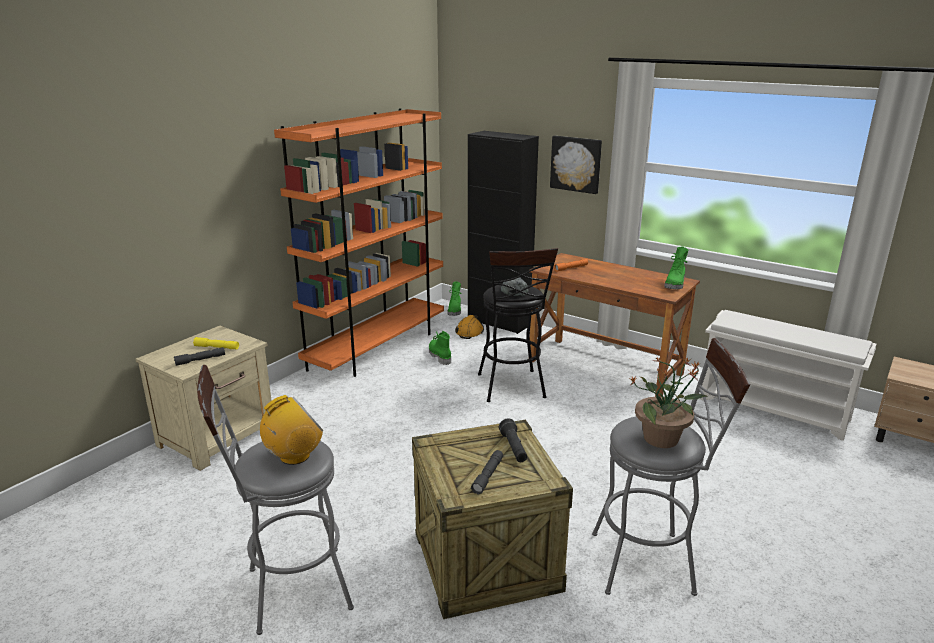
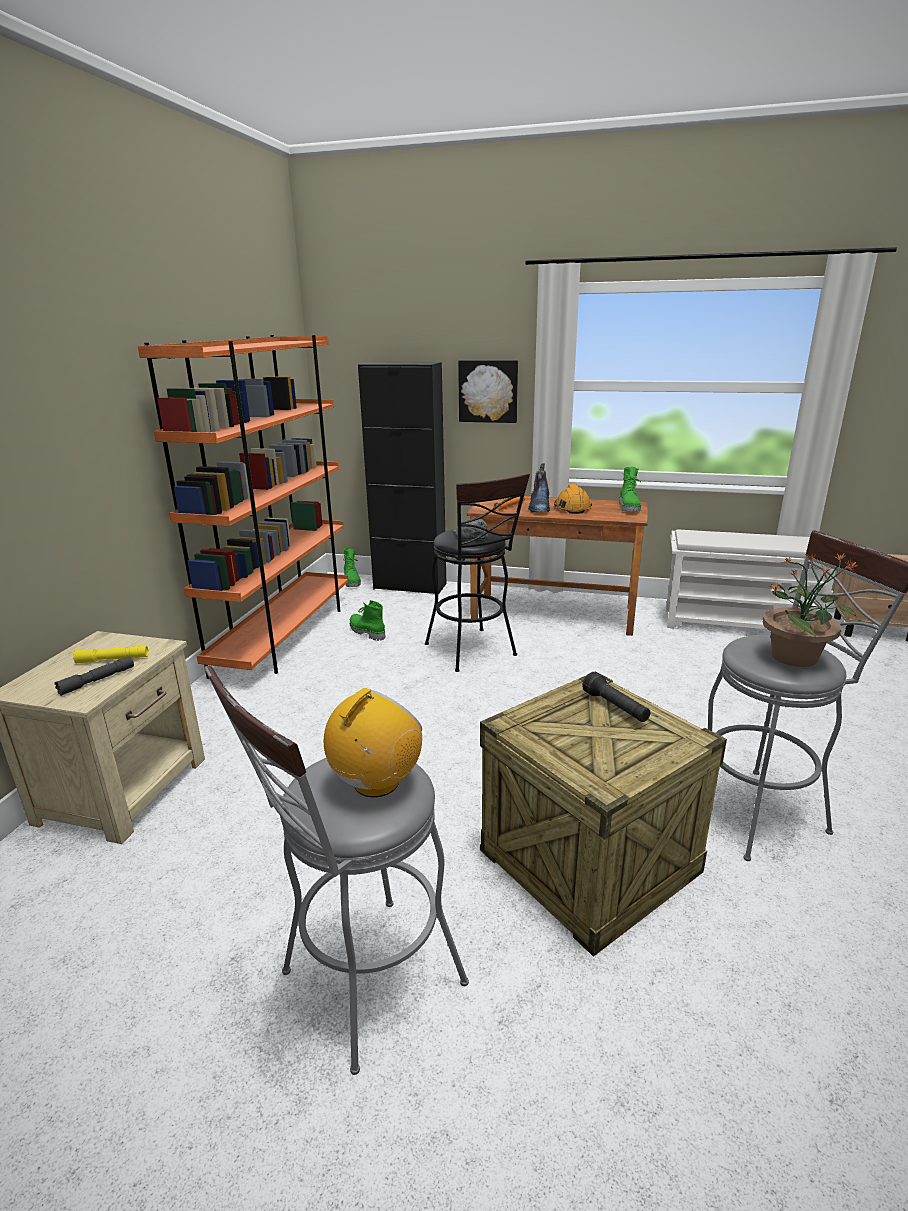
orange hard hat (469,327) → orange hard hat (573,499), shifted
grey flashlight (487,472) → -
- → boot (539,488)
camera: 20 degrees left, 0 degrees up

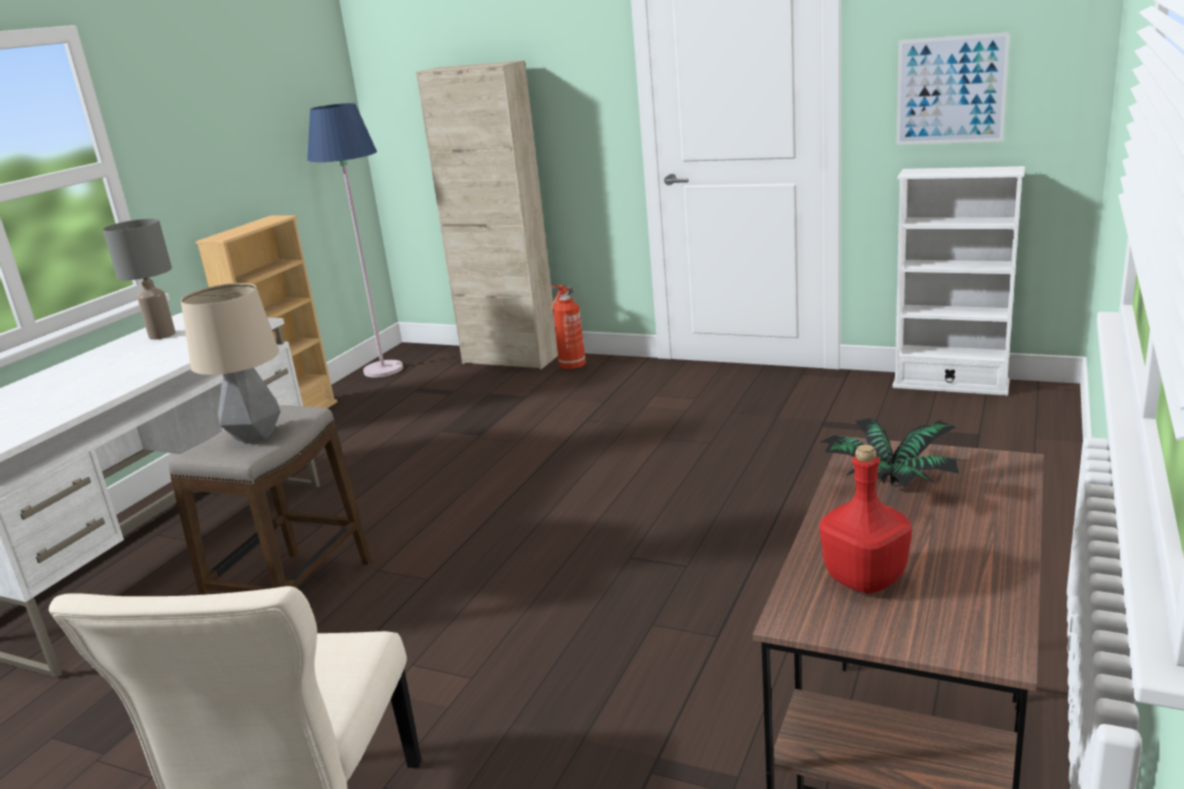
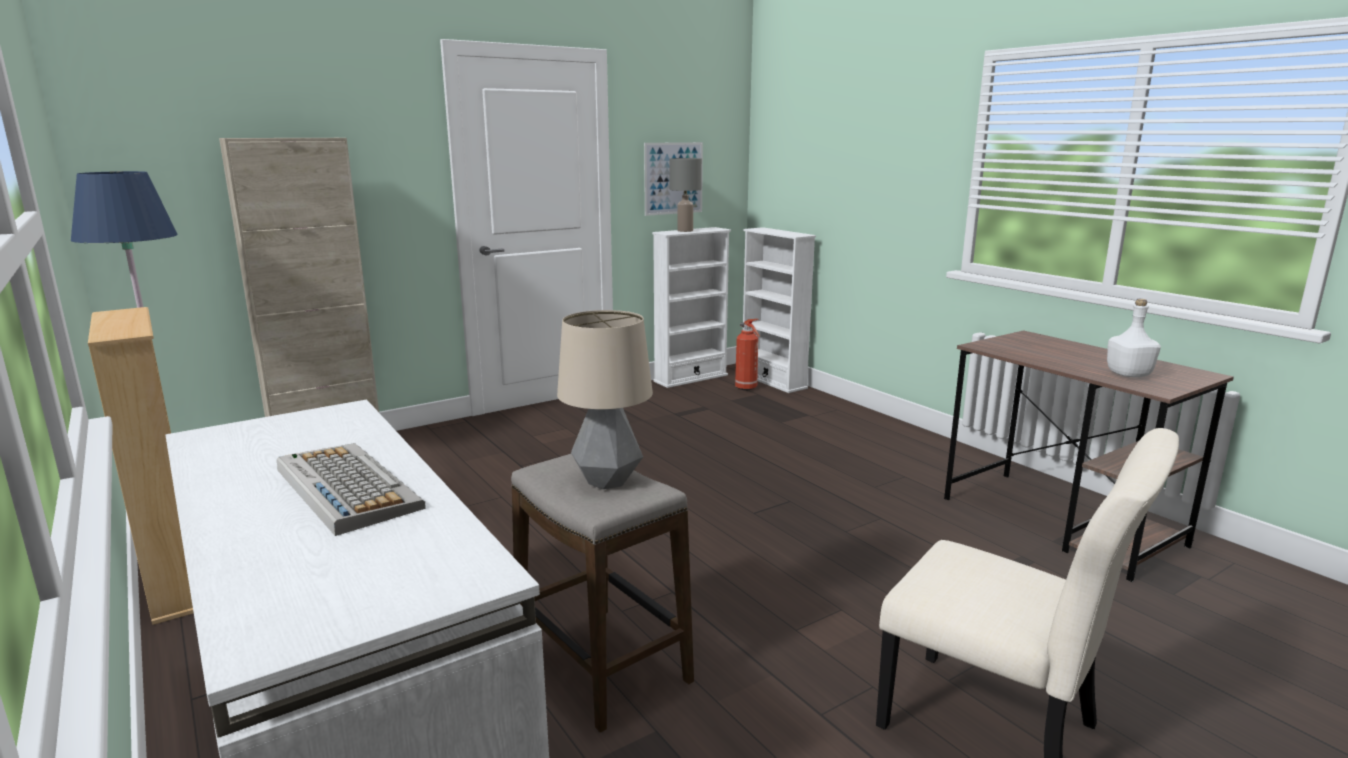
grey table lamp (139,279) → grey table lamp (686,195), shifted
fire extinguisher (568,327) → fire extinguisher (747,354), shifted
potted plant (893,452) → -
red bottle (866,519) → white bottle (1134,338)
- → keyboard (351,489)
- → white bookcase (779,310)
camera: 60 degrees left, 5 degrees down

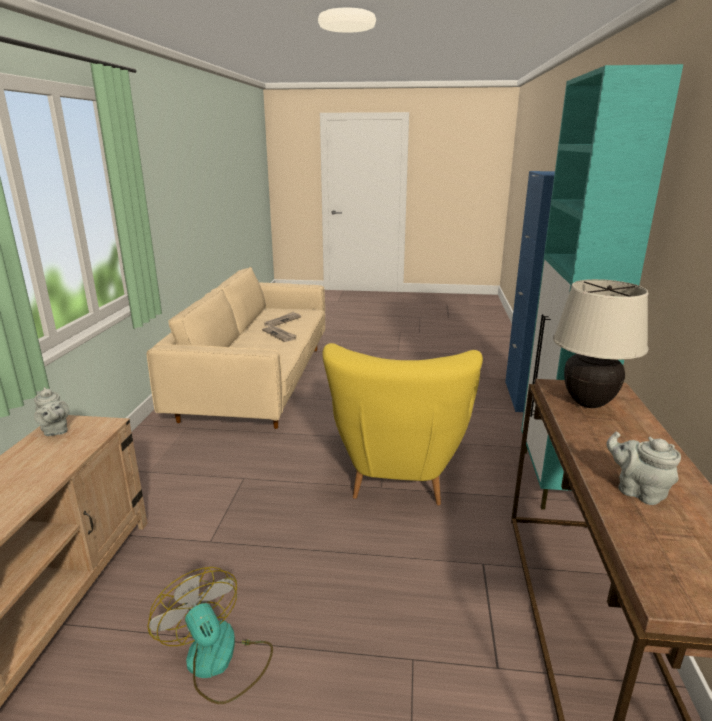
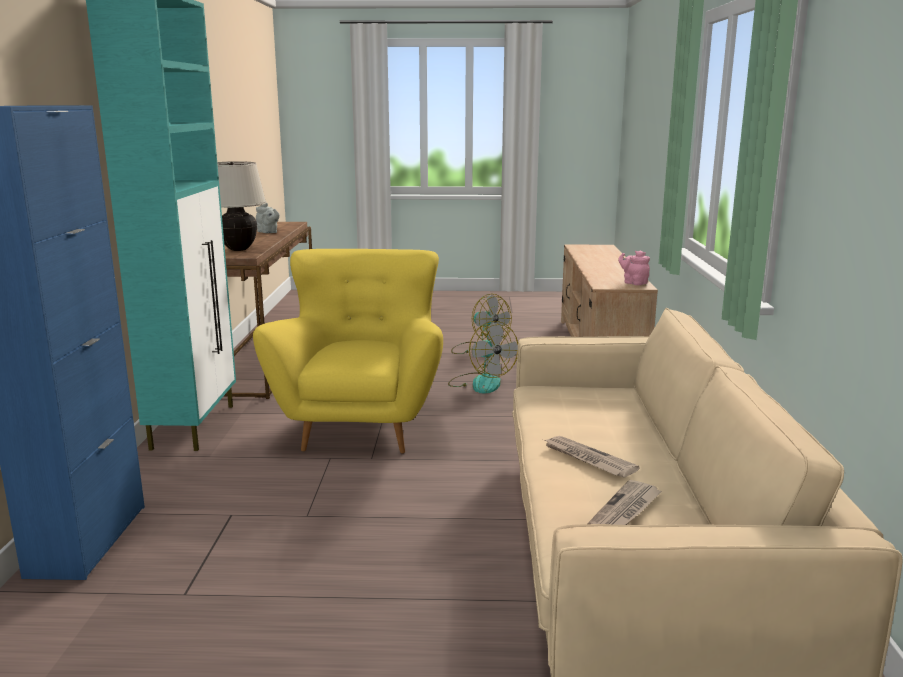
grey teapot (51,411) → pink teapot (634,268)
- → fan (483,357)
camera: 175 degrees right, 5 degrees down

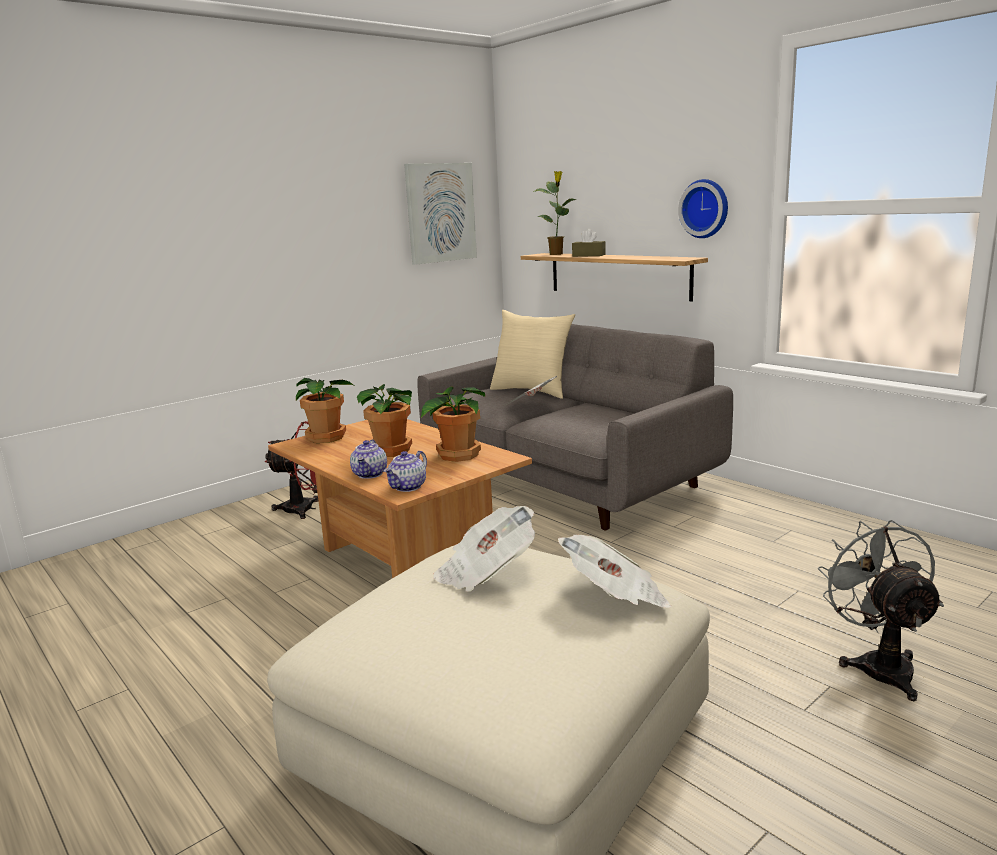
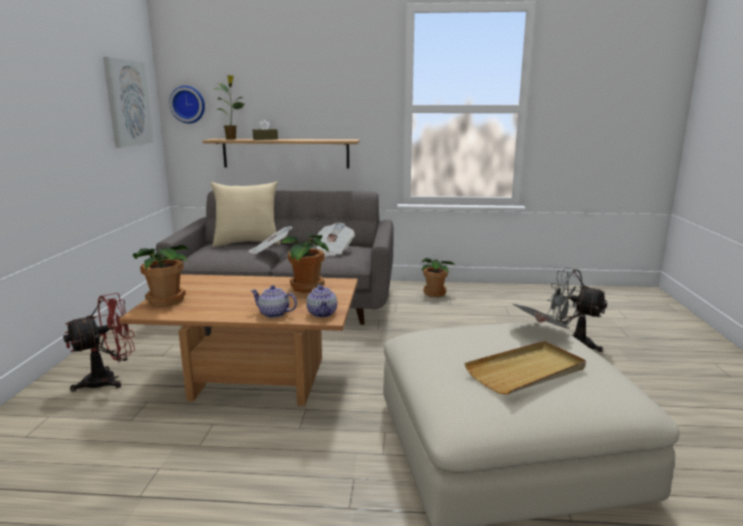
teapot (368,459) → teapot (274,301), 150 degrees clockwise
potted plant (384,420) → potted plant (438,277), shifted
newspaper (484,549) → newspaper (334,240), shifted
wall clock (703,208) → wall clock (187,104), shifted
- → beige tray (525,368)
camera: 45 degrees left, 0 degrees up

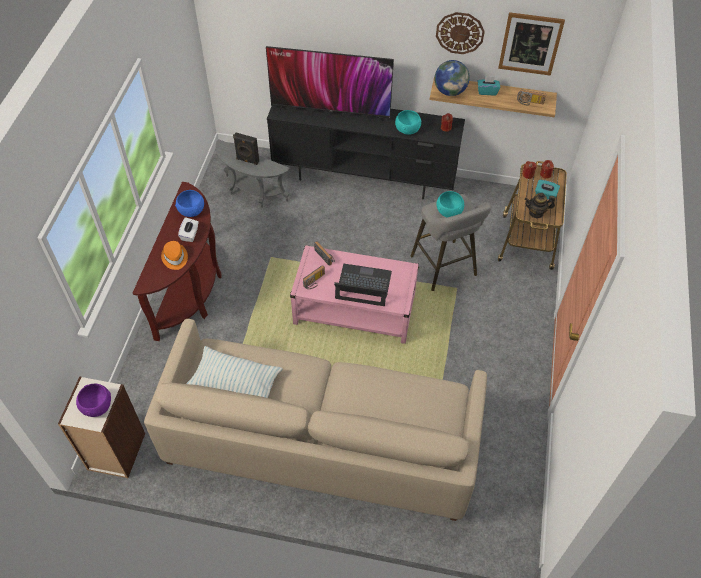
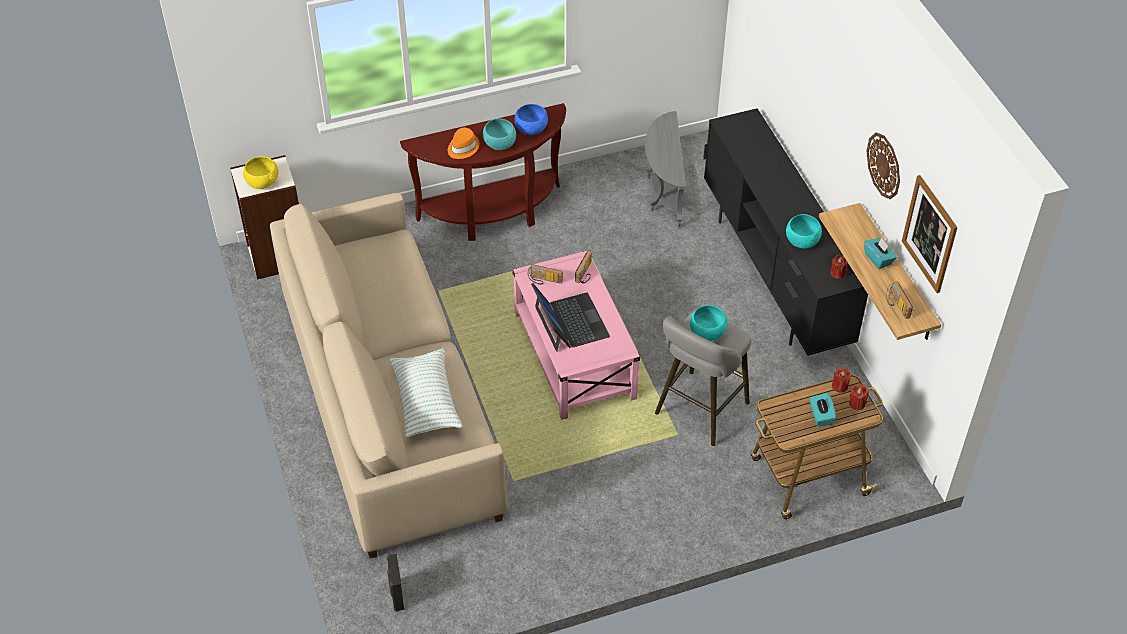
purple bowl (93,400) → yellow bowl (261,172)
white tissue box (188,229) → turquoise bowl (499,134)
pillow (235,372) → pillow (426,392), shifted
black speaker (246,149) → black speaker (395,583), shifted
television (330,87) → -
globe (452,78) → -
teapot (539,205) → -
camera: 60 degrees right, 5 degrees down

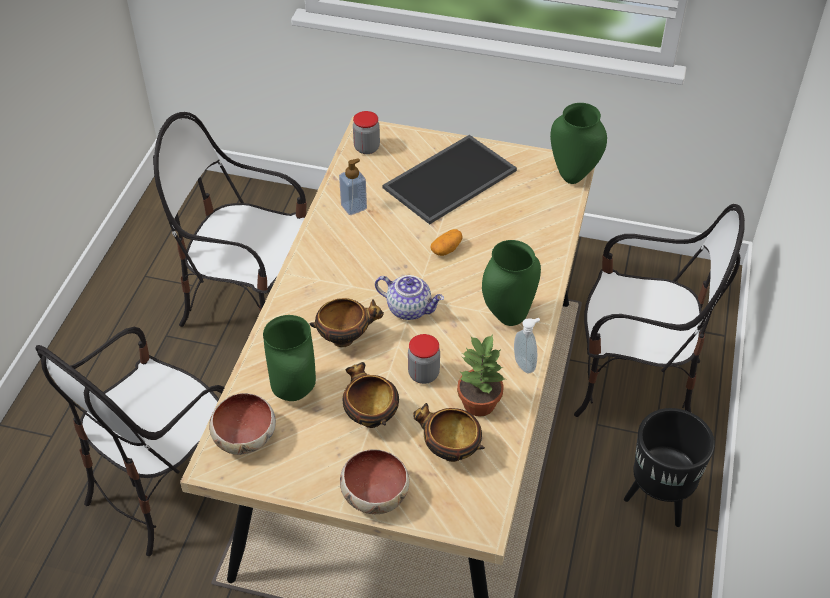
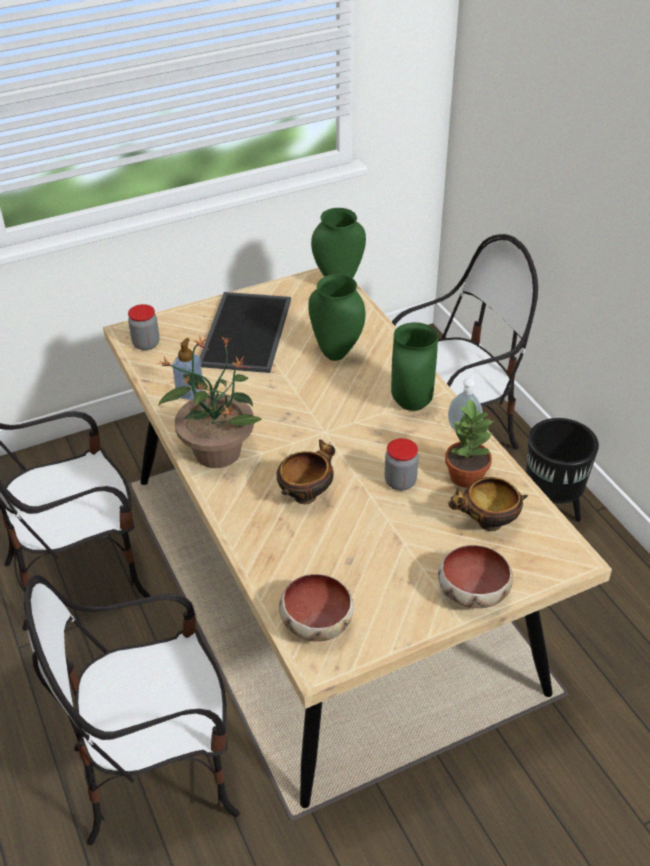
chair (130,441) → chair (132,710), 75 degrees clockwise
green vase (289,358) → green vase (336,317), shifted
bowl (371,395) → -
teapot (409,297) → -
potato (447,242) → -
- → potted plant (208,402)
camera: 40 degrees left, 5 degrees down

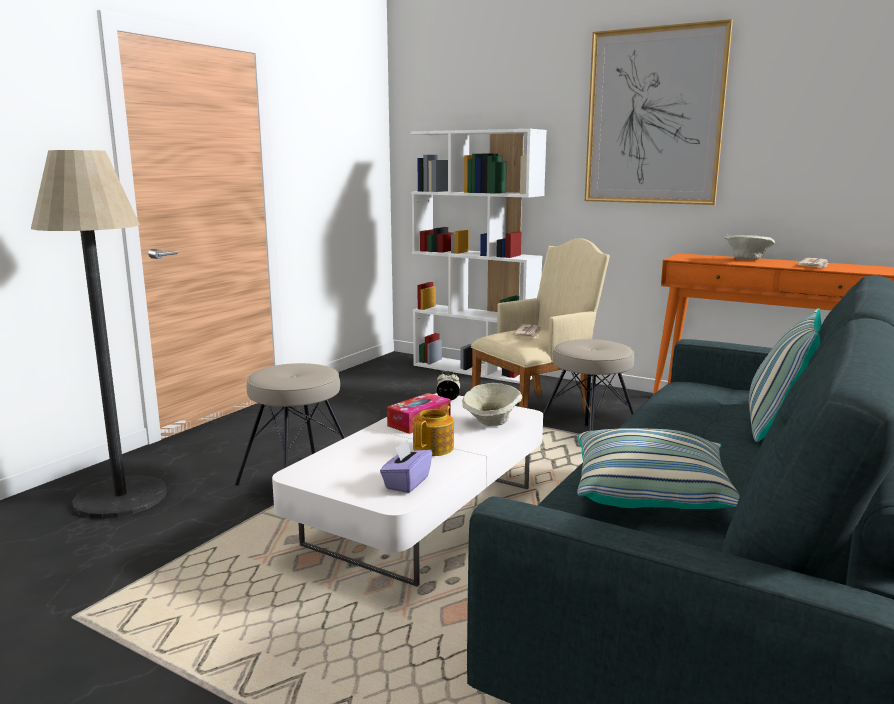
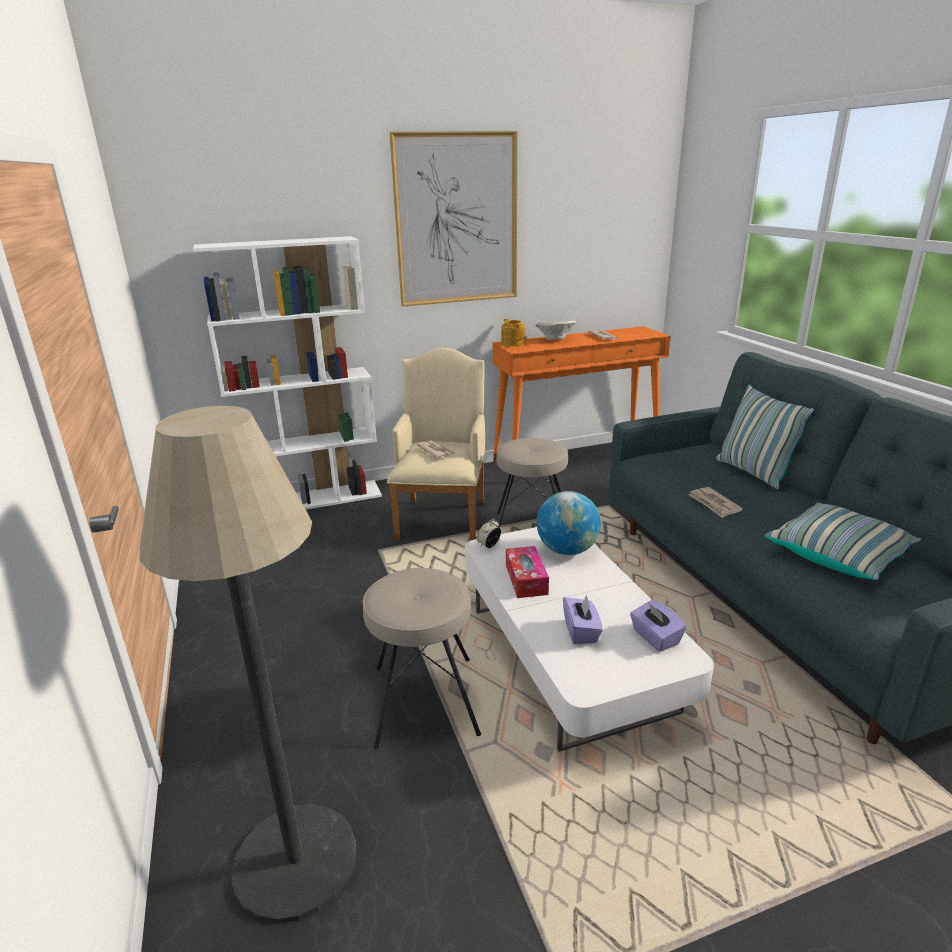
teapot (433,430) → teapot (513,332), shifted
beige bowl (492,404) → globe (569,523)
- → purple tissue box (583,619)
- → newspaper (715,502)
camera: 50 degrees left, 10 degrees up

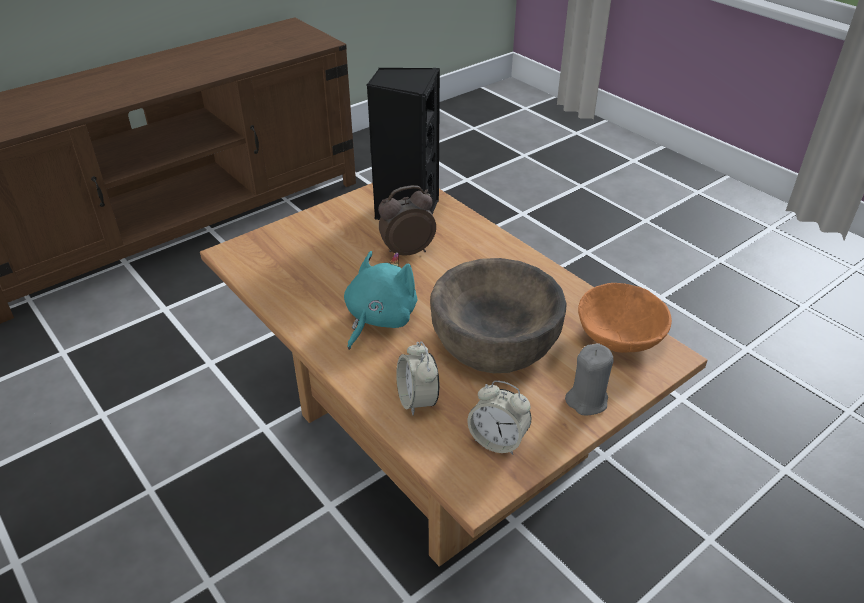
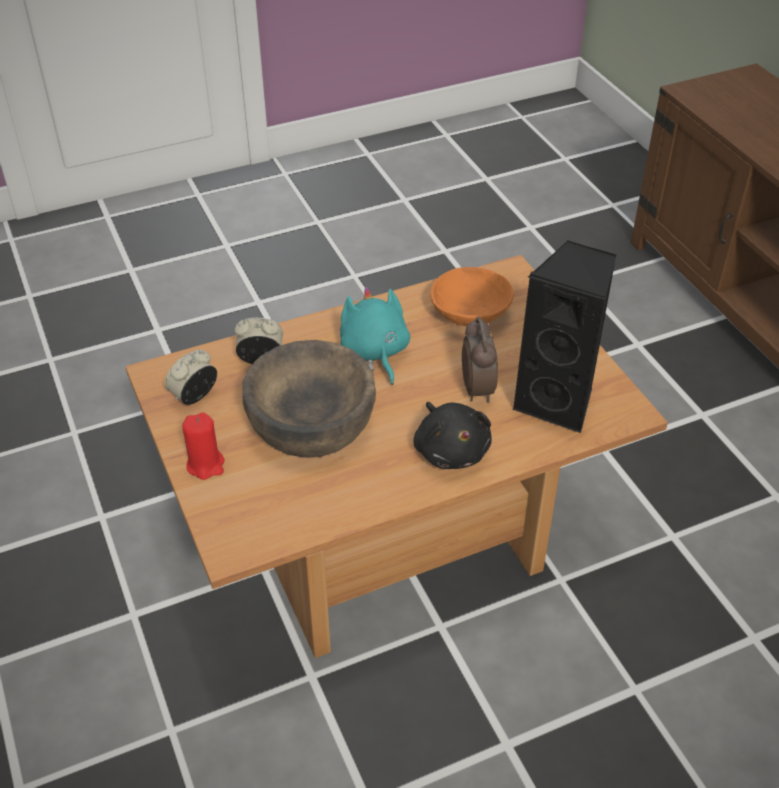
turquoise plush toy (380,300) → turquoise plush toy (375,336), 150 degrees counterclockwise
grey candle (589,379) → red candle (203,446)
orange bowl (625,318) → orange bowl (472,296), shifted
- → black plush toy (452,435)
camera: 105 degrees right, 5 degrees up

